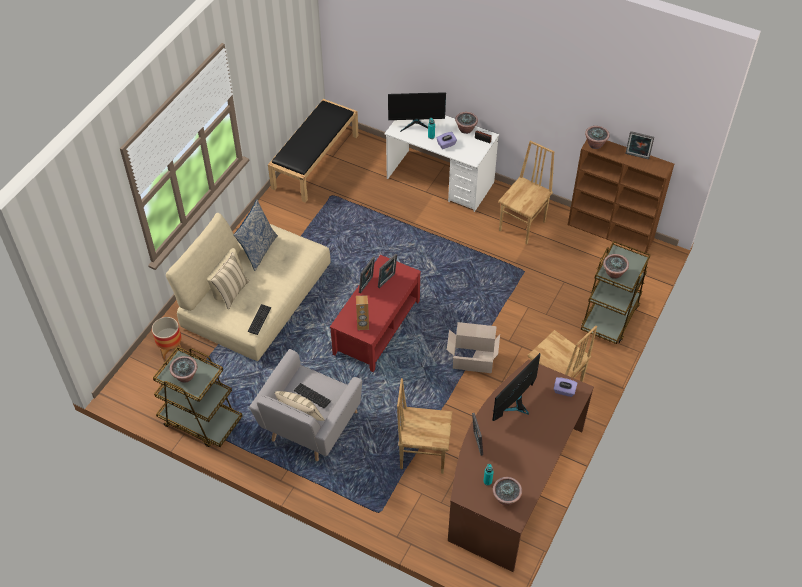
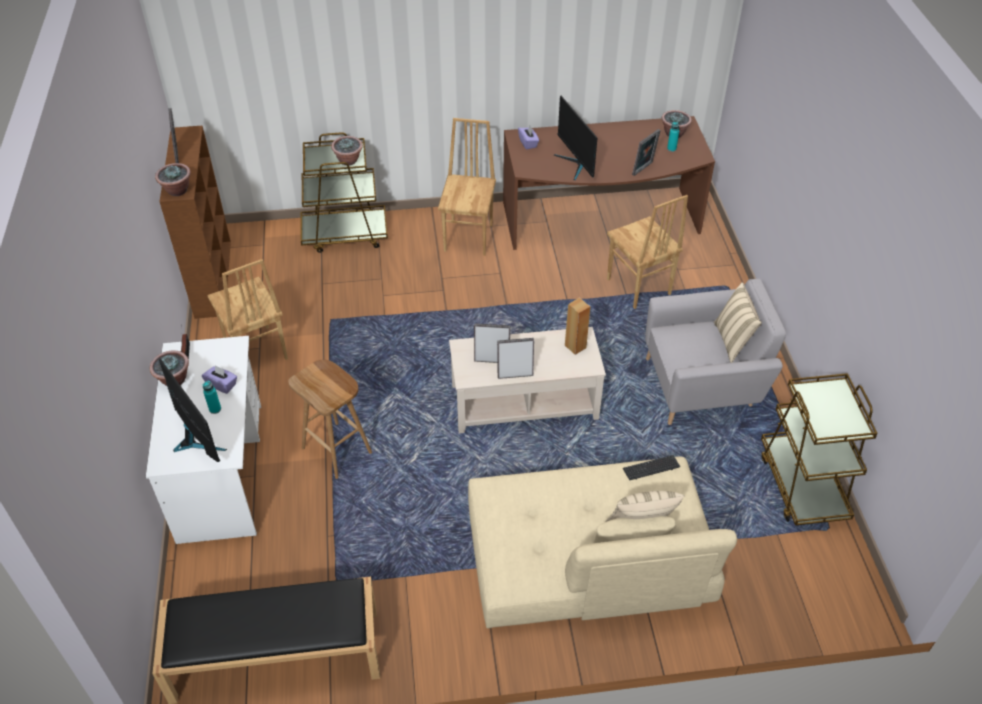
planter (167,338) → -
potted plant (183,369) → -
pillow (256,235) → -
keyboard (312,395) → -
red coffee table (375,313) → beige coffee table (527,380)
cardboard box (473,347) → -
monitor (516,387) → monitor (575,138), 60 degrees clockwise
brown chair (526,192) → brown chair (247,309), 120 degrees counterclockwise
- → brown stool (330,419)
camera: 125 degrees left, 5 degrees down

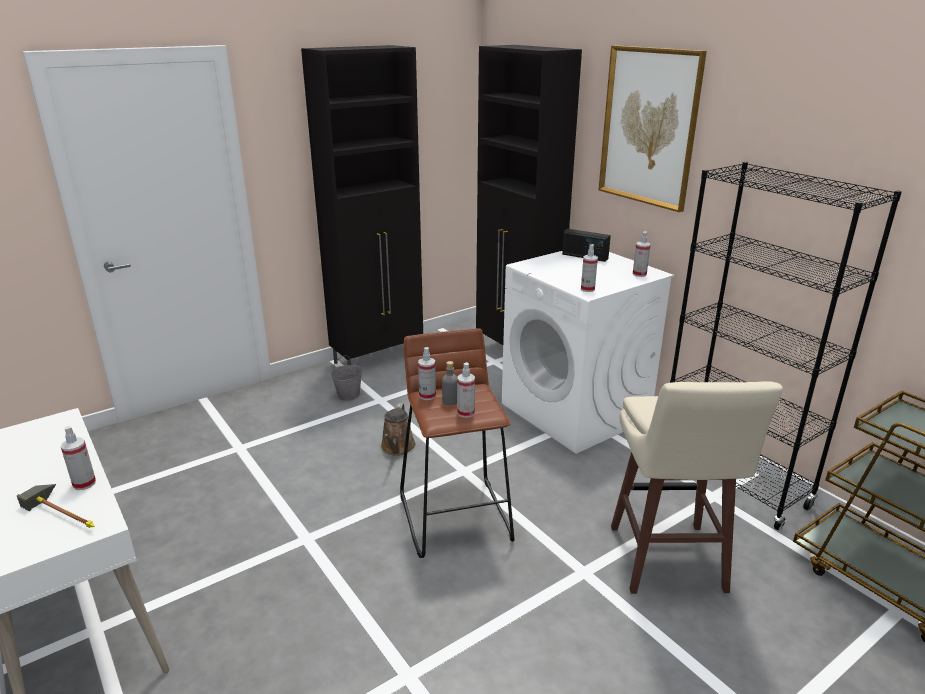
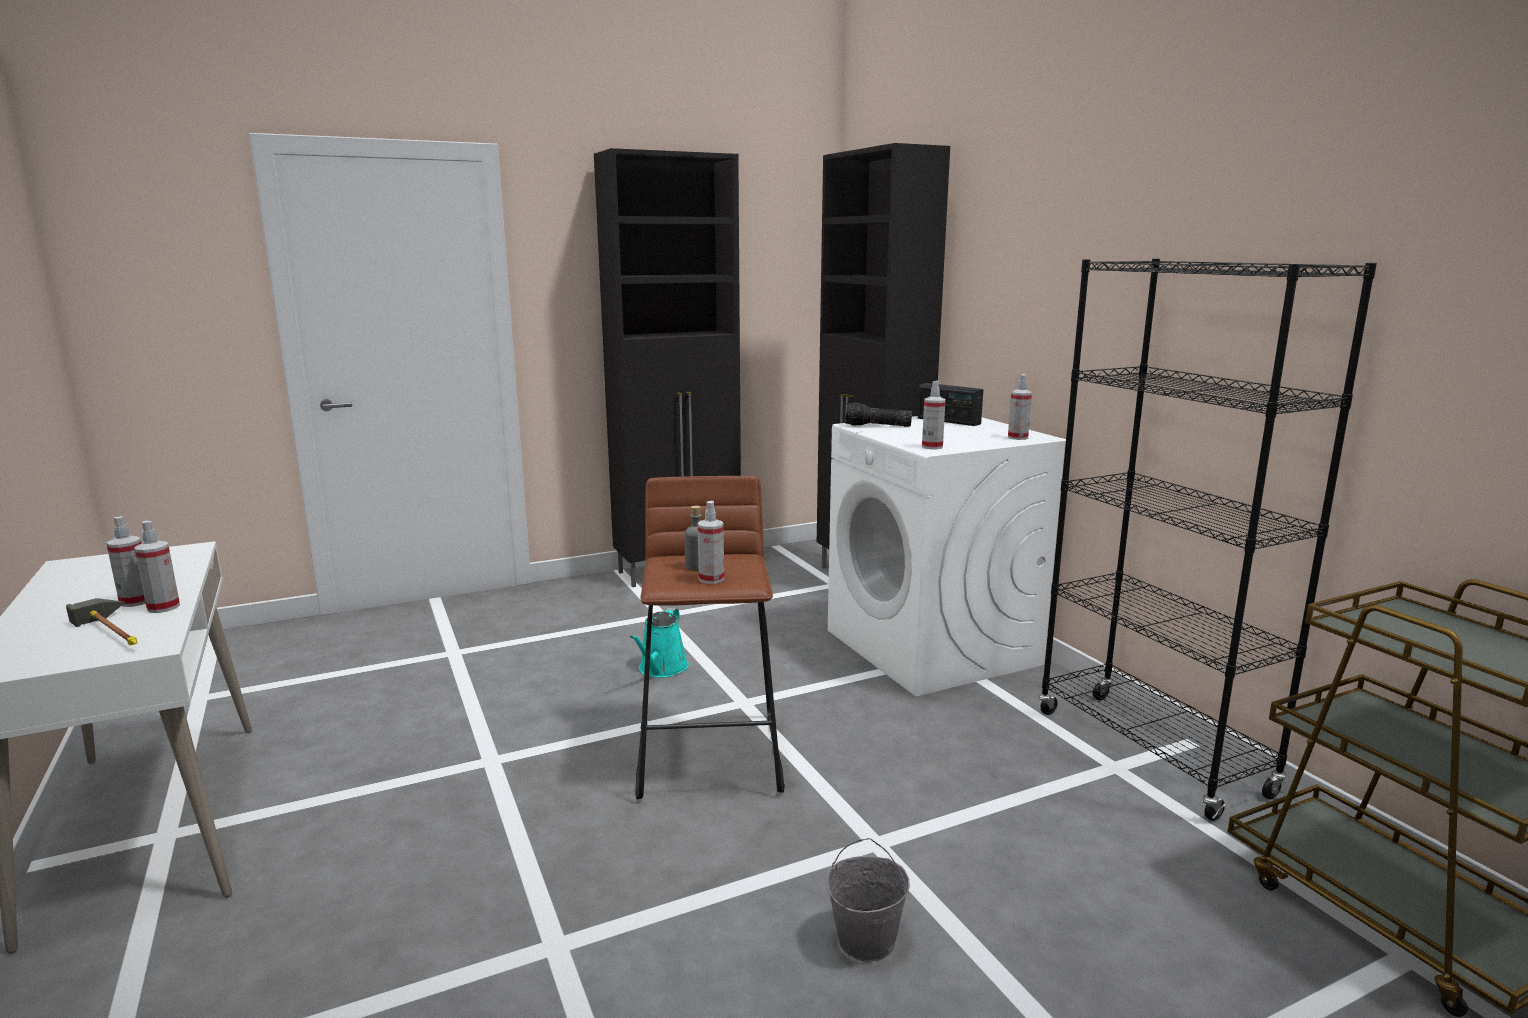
grey bucket (347,378) → grey bucket (868,900), shifted
brown watering can (398,430) → turquoise watering can (659,643)
spray bottle (427,373) → spray bottle (126,561), shifted
picture (653,128) → -
beige stool (697,487) → -
- → flashlight (878,414)
camera: 10 degrees right, 10 degrees down

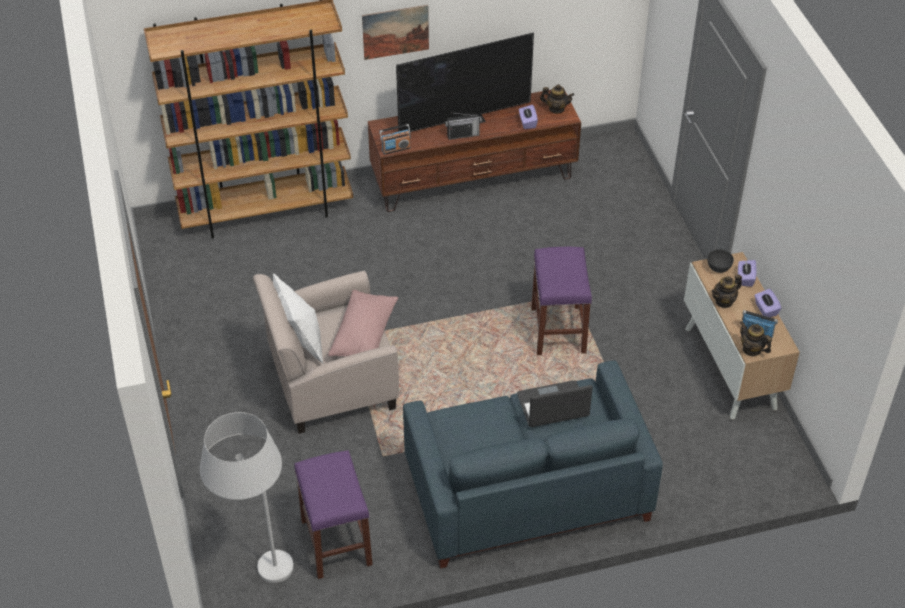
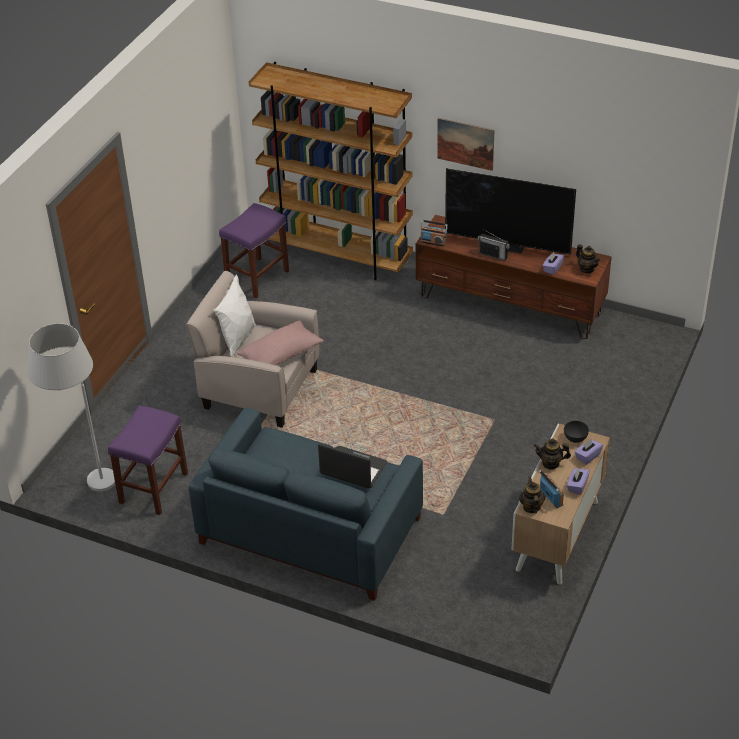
purple stool (561,301) → purple stool (254,251), shifted
camera: 40 degrees right, 5 degrees down

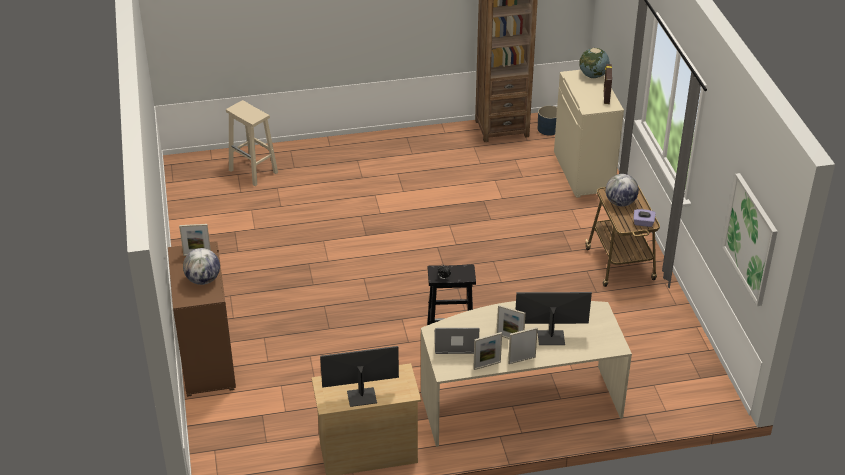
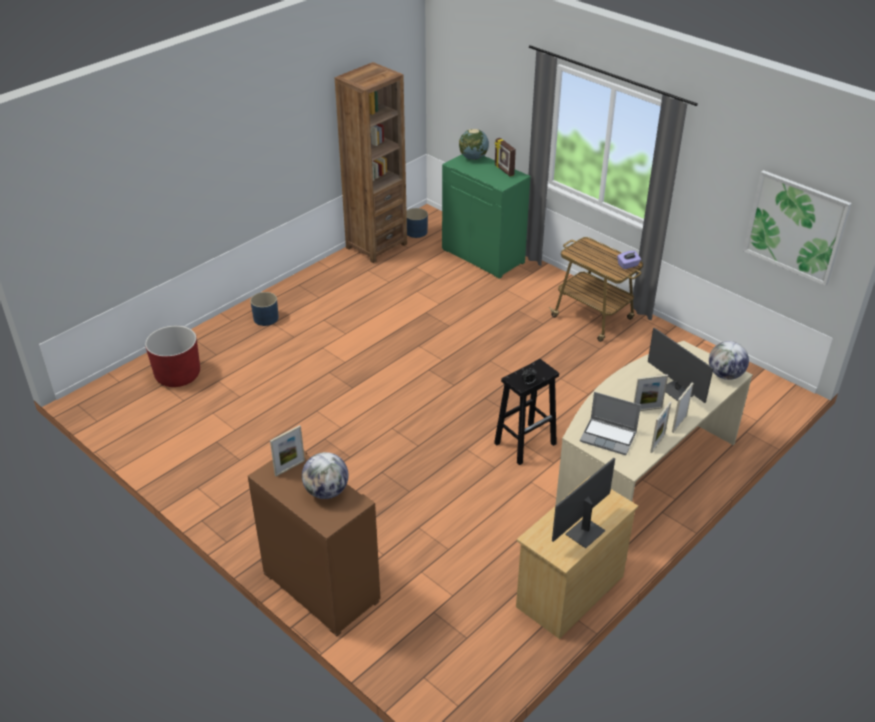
beige stool (252,143) → red planter (172,356)
laptop (457,341) → laptop (610,423), 120 degrees counterclockwise
monitor (553,318) → monitor (680,365), 90 degrees counterclockwise
beige cabinet (589,134) → green cabinet (486,216)
globe (622,190) → globe (729,360), shifted
- → blue planter (264,309)
camera: 35 degrees left, 0 degrees up

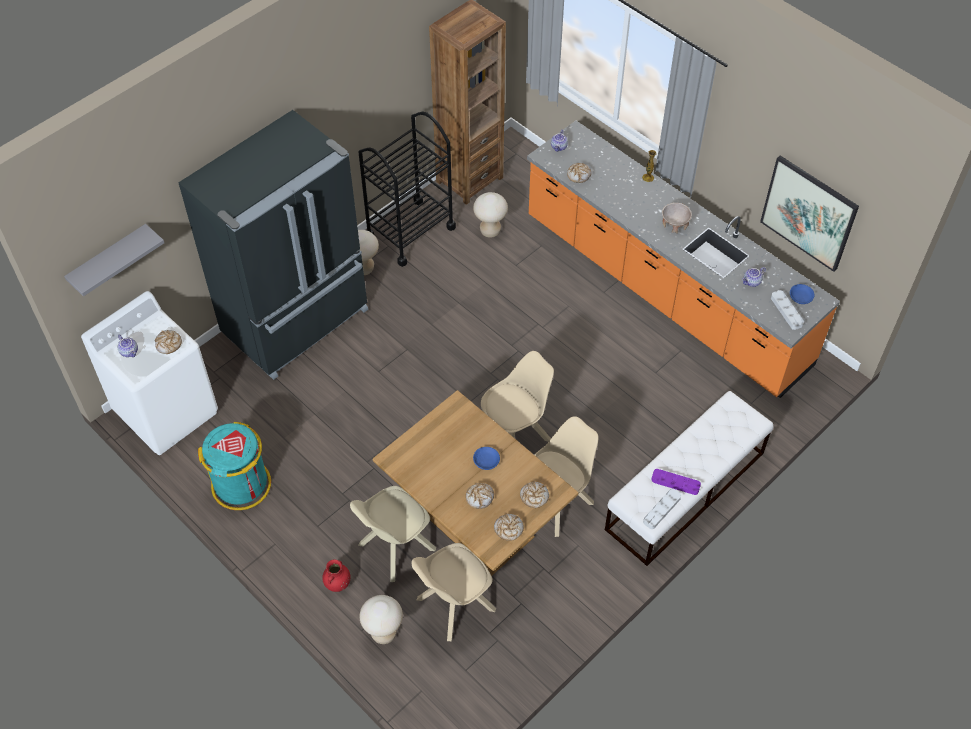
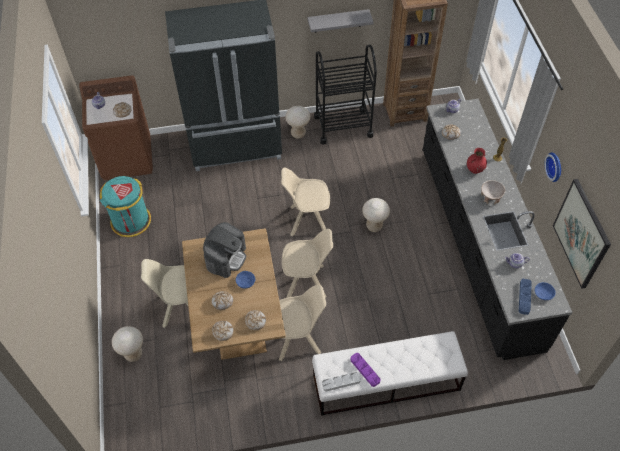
grey shelf (114,260) → grey shelf (340,21), shifted
white washing machine (149,373) → brown washing machine (116,127)
red vase (336,575) → red vase (477,161), shifted
beige chair (453,592) → beige chair (305,202), shifted
beige stool (490,215) → beige stool (376,215), shifted
orange counter (683,259) → black counter (497,229)
grey tray (787,310) → blue tray (525,297)
- → coffee machine (224,250)
- → wall clock (552,167)
camera: 35 degrees right, 0 degrees up

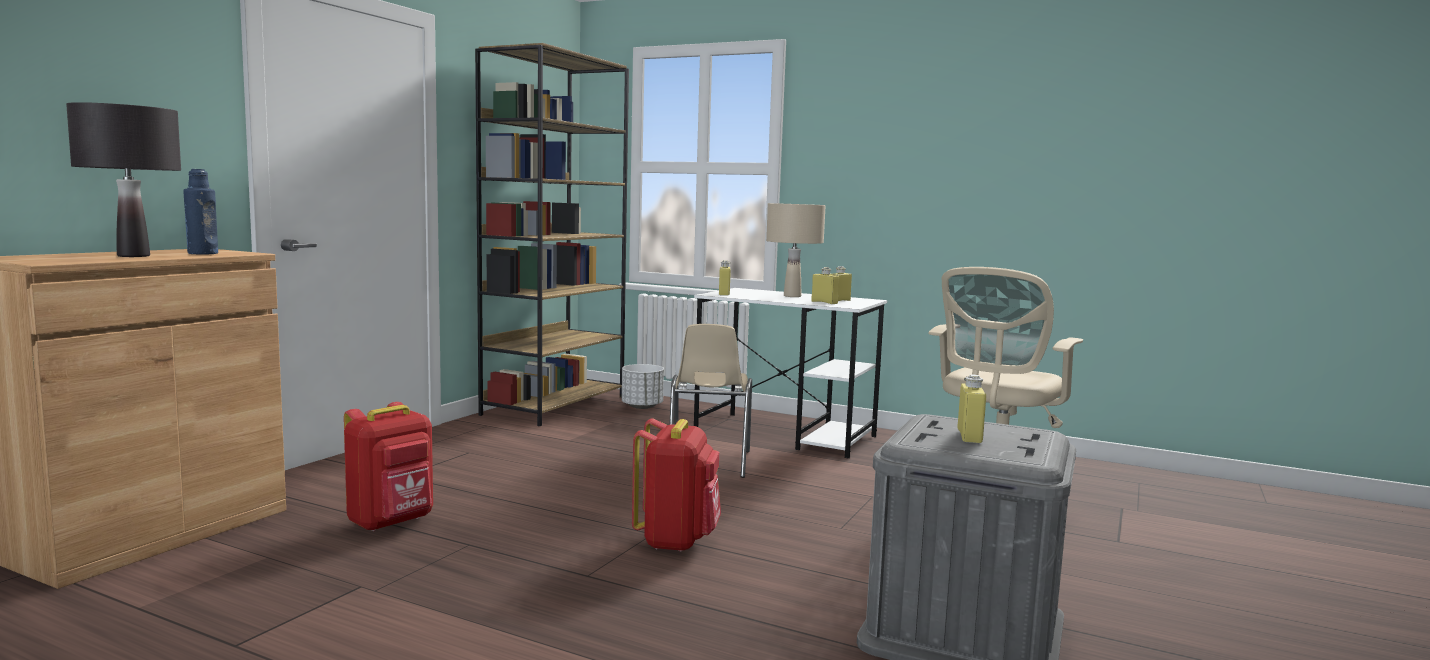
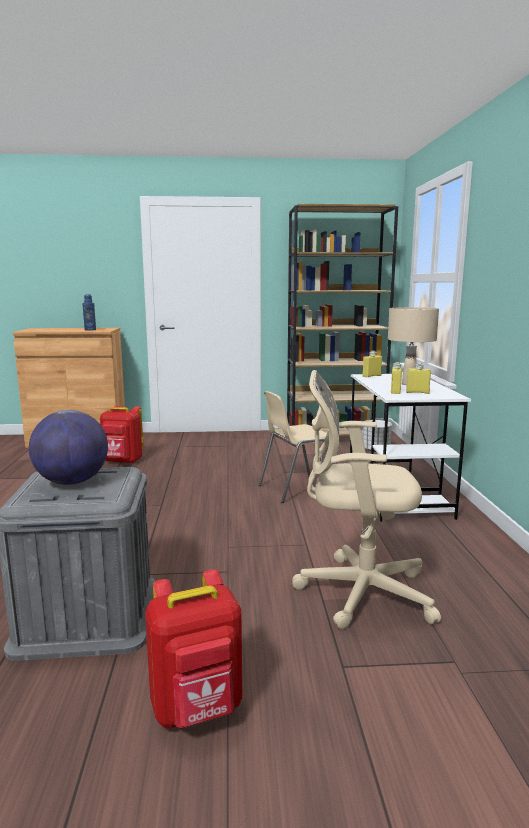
black table lamp (123,179) → -
red backpack (676,485) → red backpack (193,649), shifted
yellow bottle (972,409) → globe (68,447)
camera: 60 degrees right, 5 degrees up

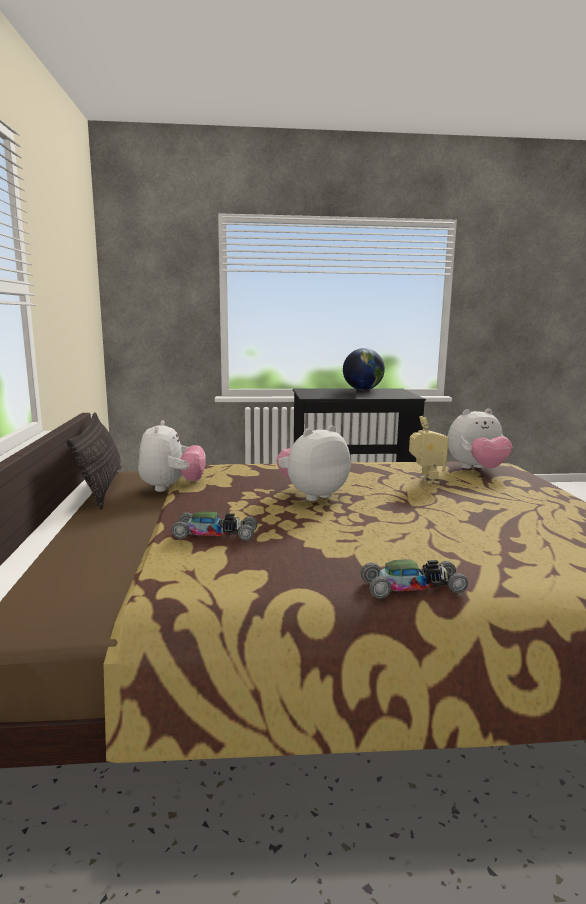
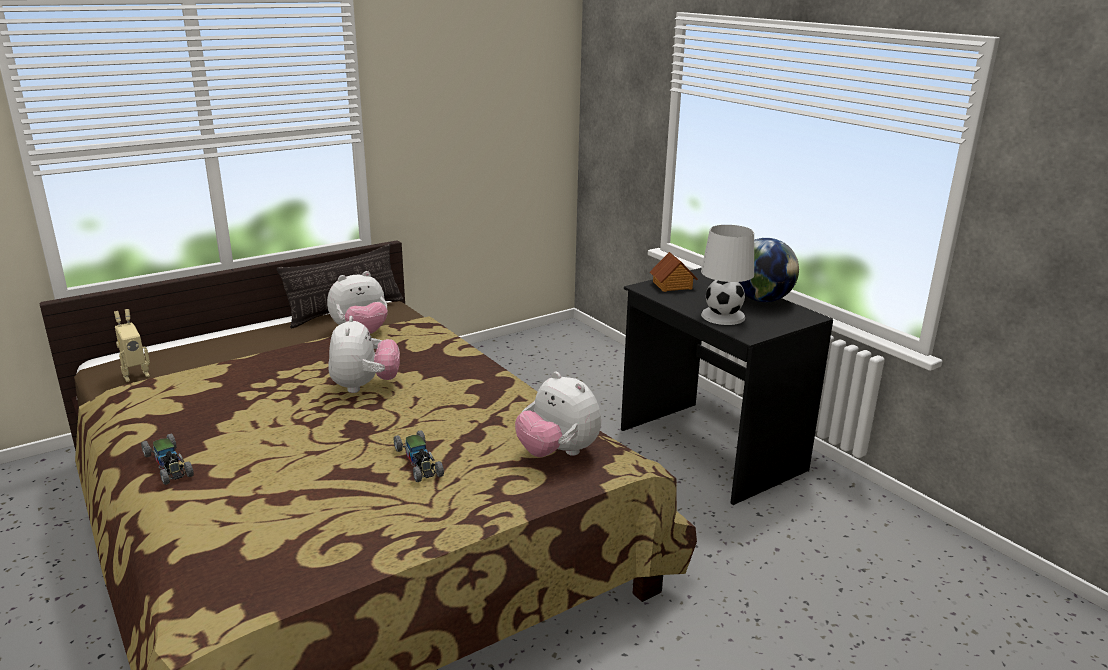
toy car (214,526) → toy car (419,456), shifted
plush toy (313,463) → plush toy (364,354), 60 degrees clockwise
toy robot (429,450) → toy robot (132,345), shifted
- → toy house (674,272)
- → white table lamp (727,275)
camera: 60 degrees right, 10 degrees up

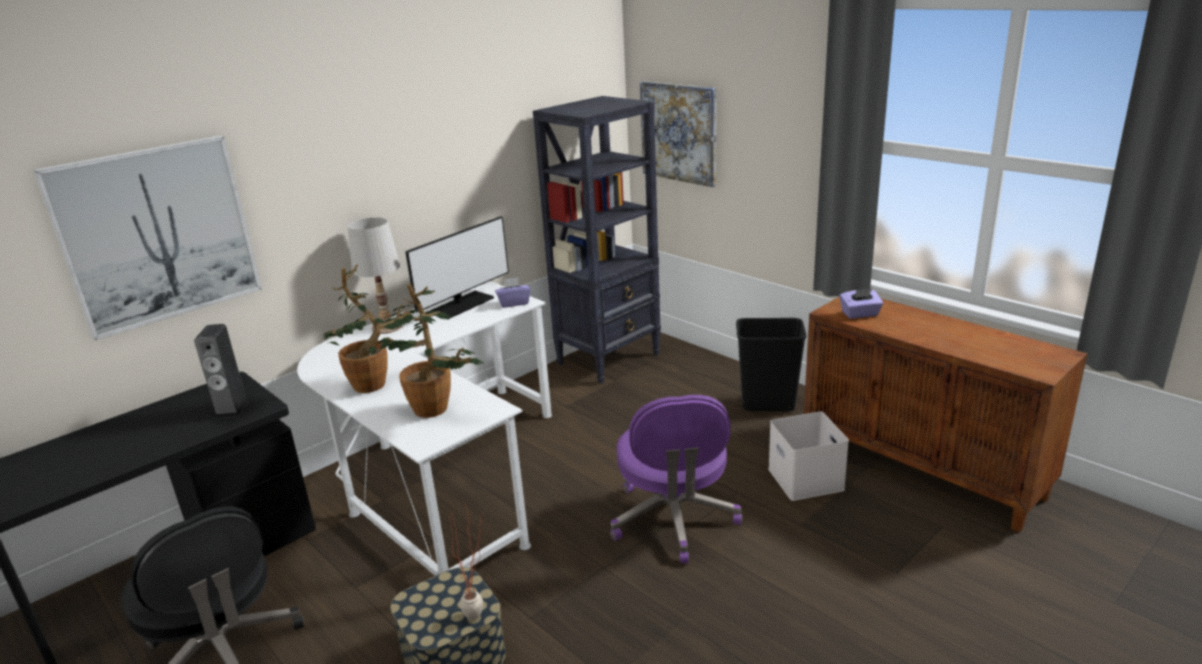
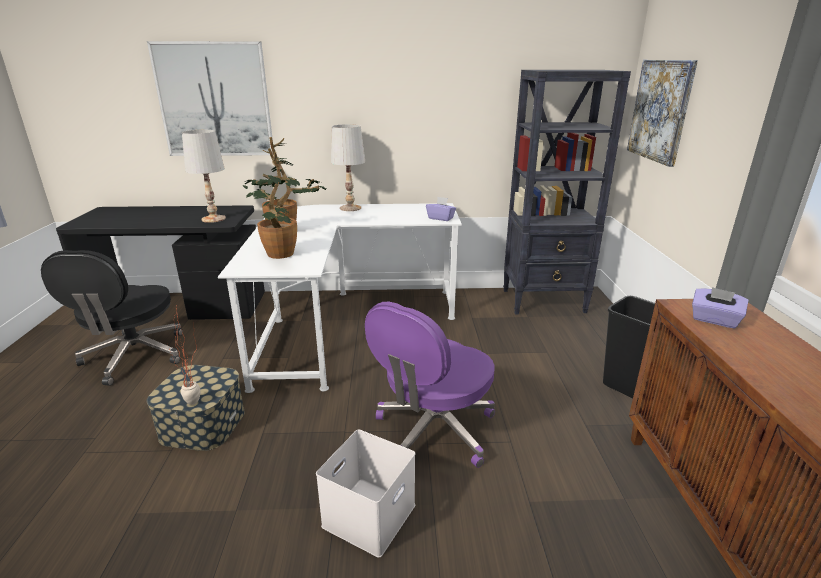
speaker (221,371) → white table lamp (204,176)
monitor (457,267) → -
white storage box (808,456) → white storage box (365,493), shifted
camera: 40 degrees right, 0 degrees up

